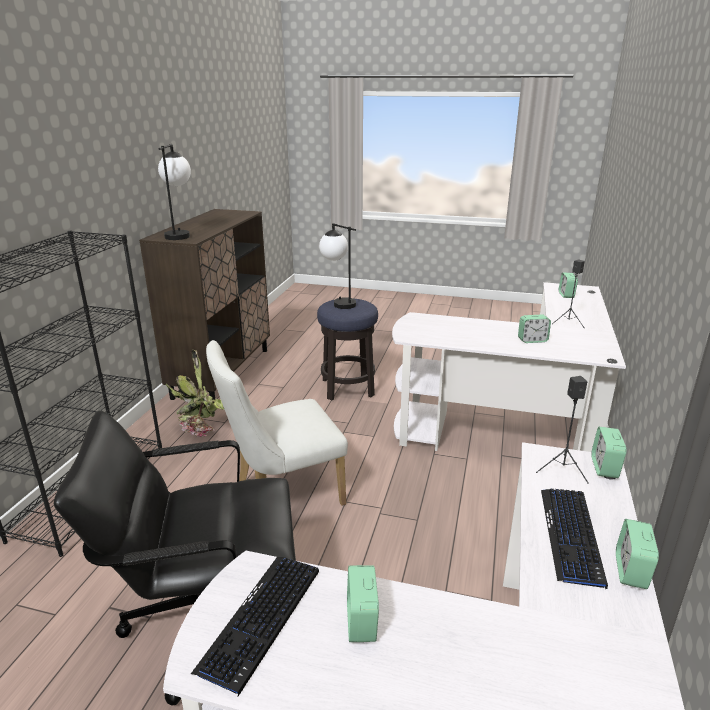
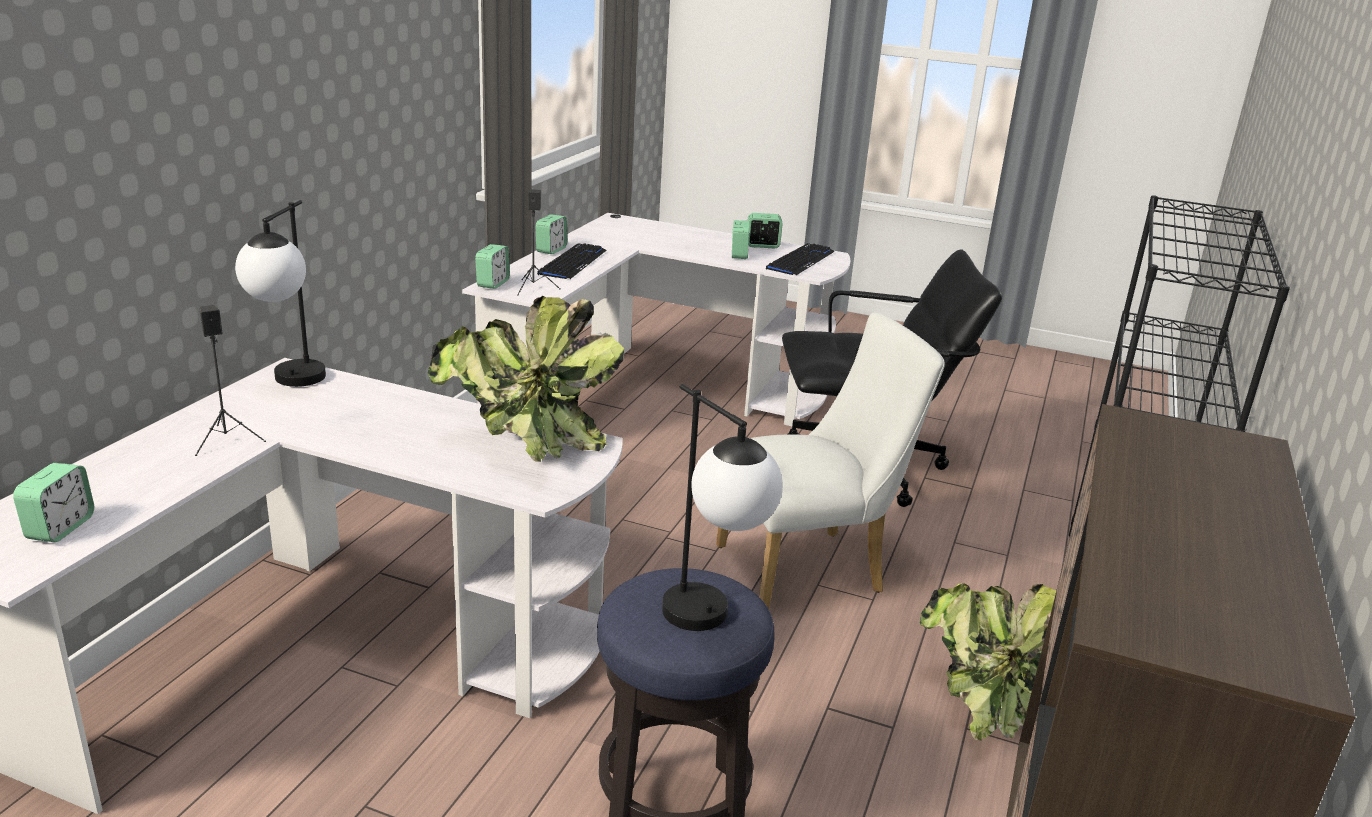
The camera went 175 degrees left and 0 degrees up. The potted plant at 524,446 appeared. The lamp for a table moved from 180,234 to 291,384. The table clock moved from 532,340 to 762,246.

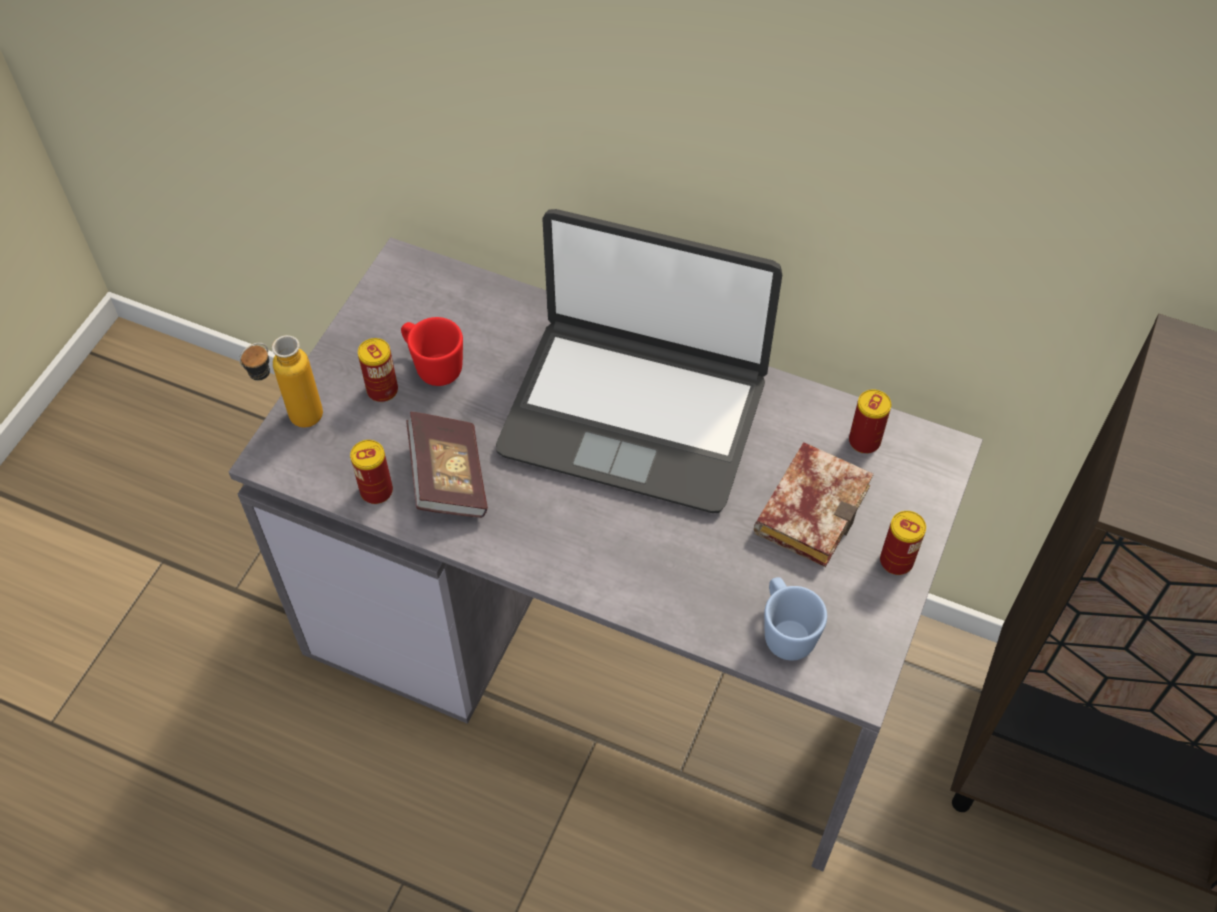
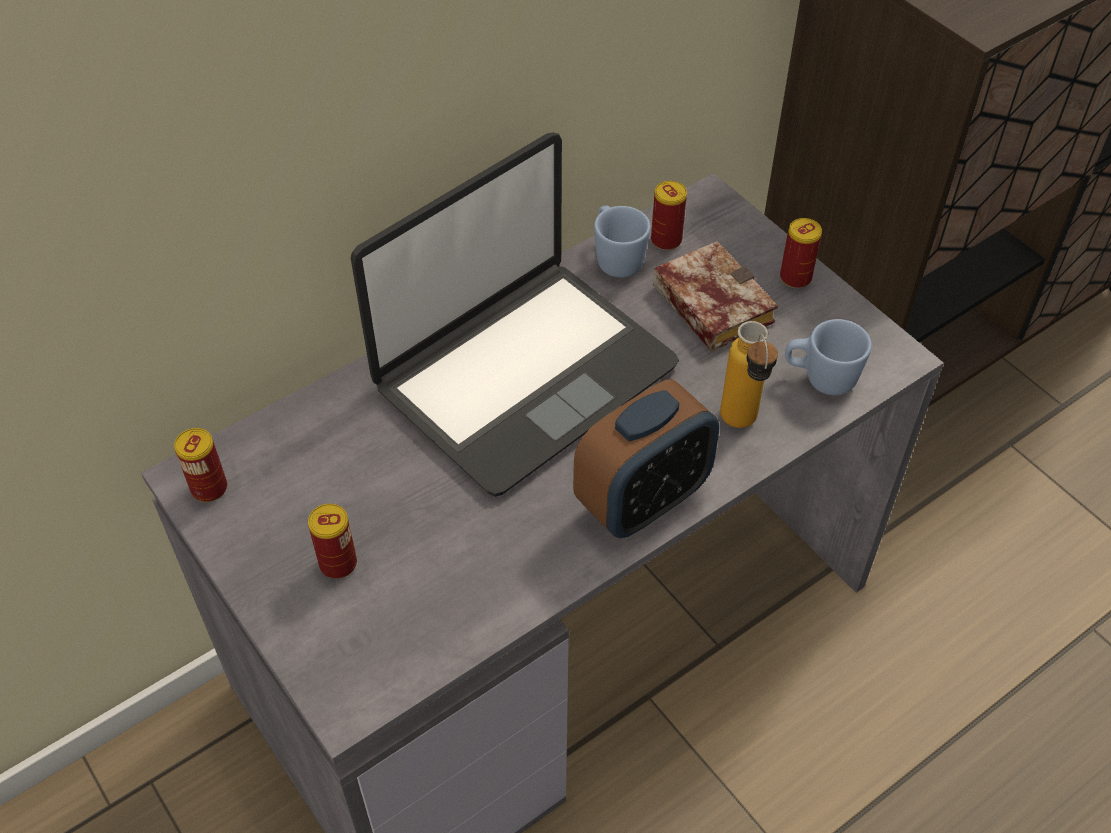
The camera went 60 degrees left and 5 degrees down. The mug in red at 433,366 disappeared. The volume at 448,478 disappeared. The table clock at 643,500 appeared. The mug in bluish at 616,258 appeared. The bottle moved from 293,422 to 741,427. The metal can moved from 376,491 to 209,488.

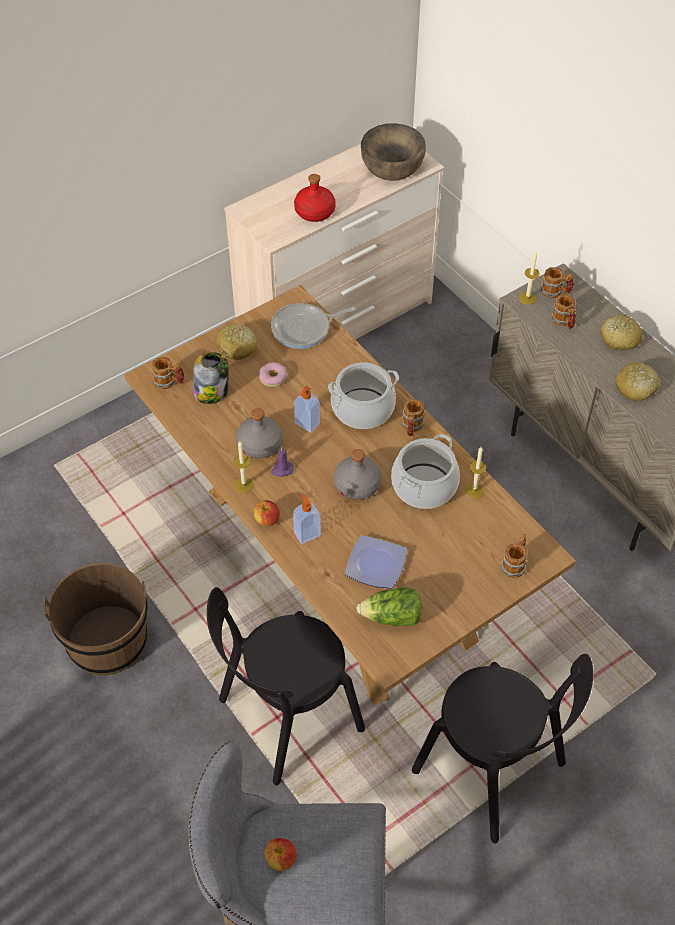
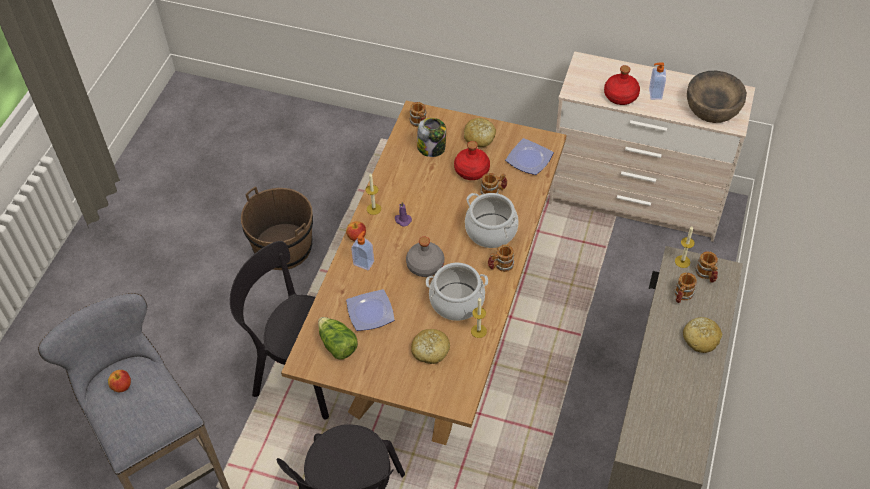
The camera went 55 degrees right and 0 degrees up. The bottle in greyish at 259,445 disappeared. The soap dispenser moved from 306,424 to 654,94. The mug moved from 515,563 to 493,191. The baked bread moved from 635,388 to 430,350. The ring doughnut at 272,378 was replaced by the bottle in red at 472,170. The frying pan at 304,329 was replaced by the dinner plate at 529,160.

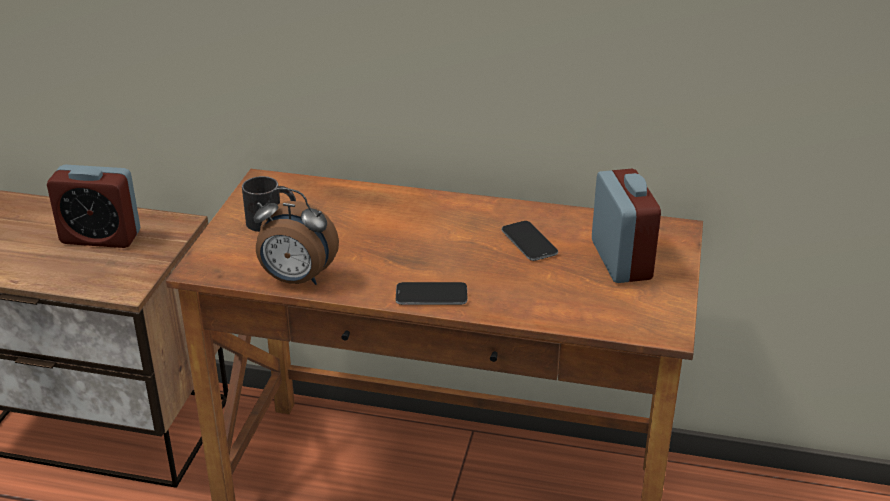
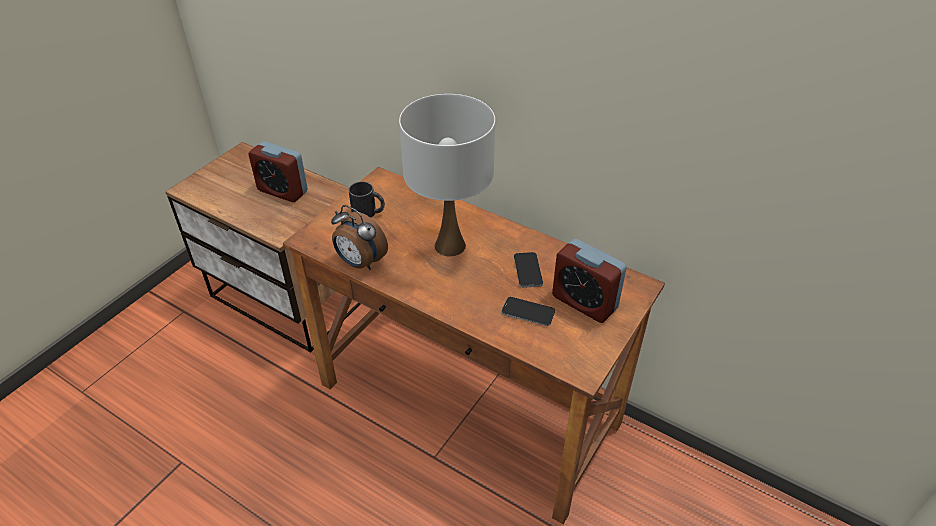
The camera went 20 degrees right and 10 degrees up. The lamp for a table in white-coloured at 449,246 appeared. The phone moved from 431,295 to 528,312. The table clock at 621,260 turned 120 degrees clockwise.

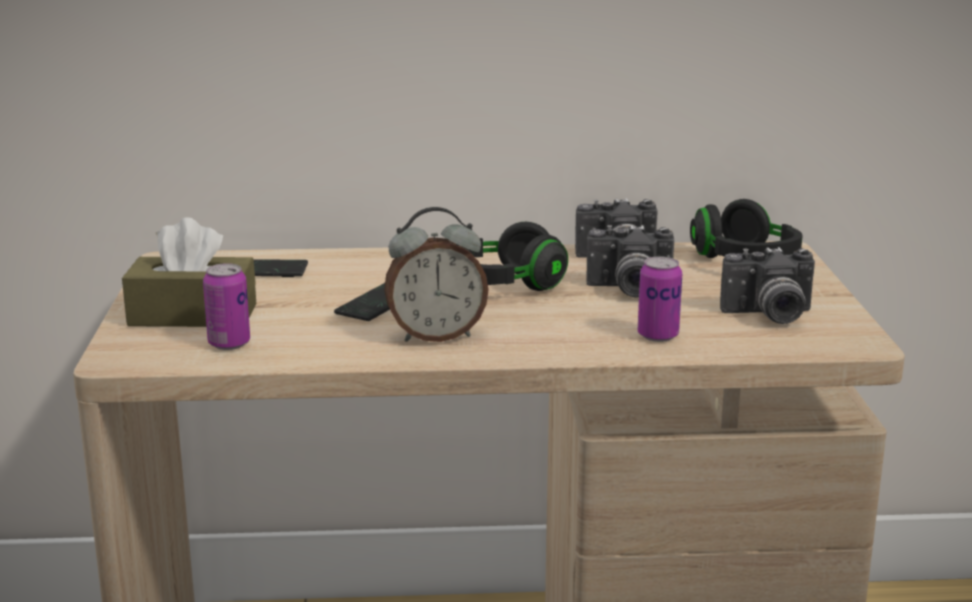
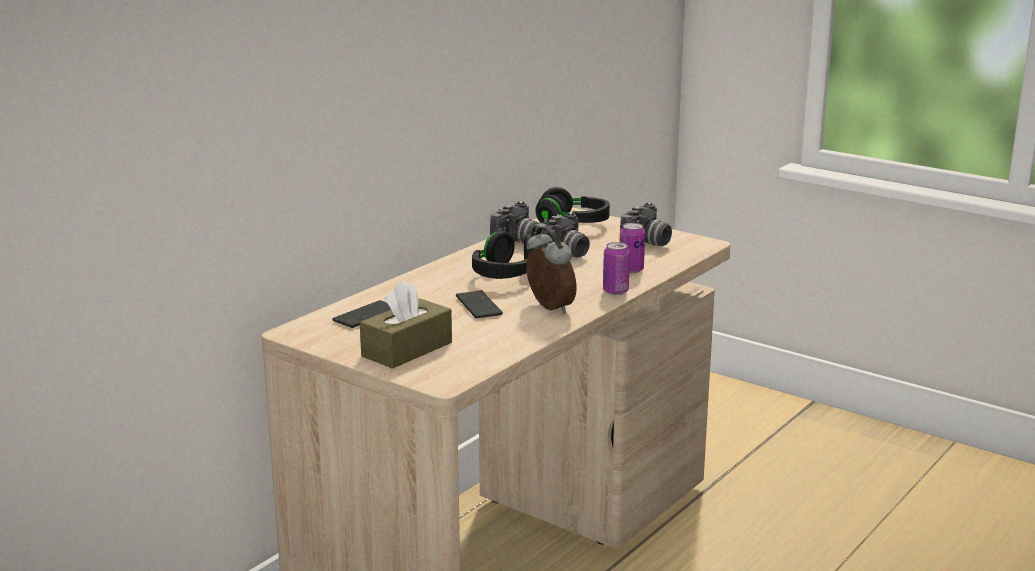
The camera went 50 degrees left and 0 degrees up. The metal can moved from 229,343 to 615,291. The table clock at 436,336 turned 60 degrees counterclockwise.

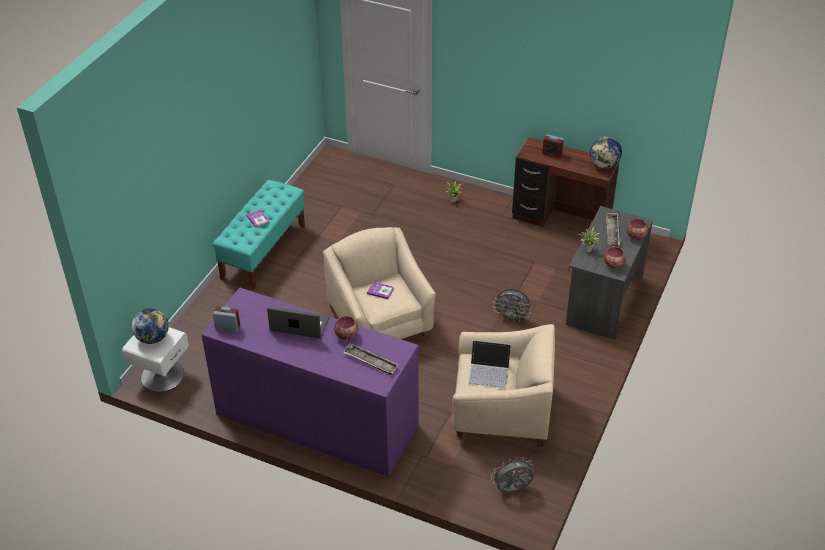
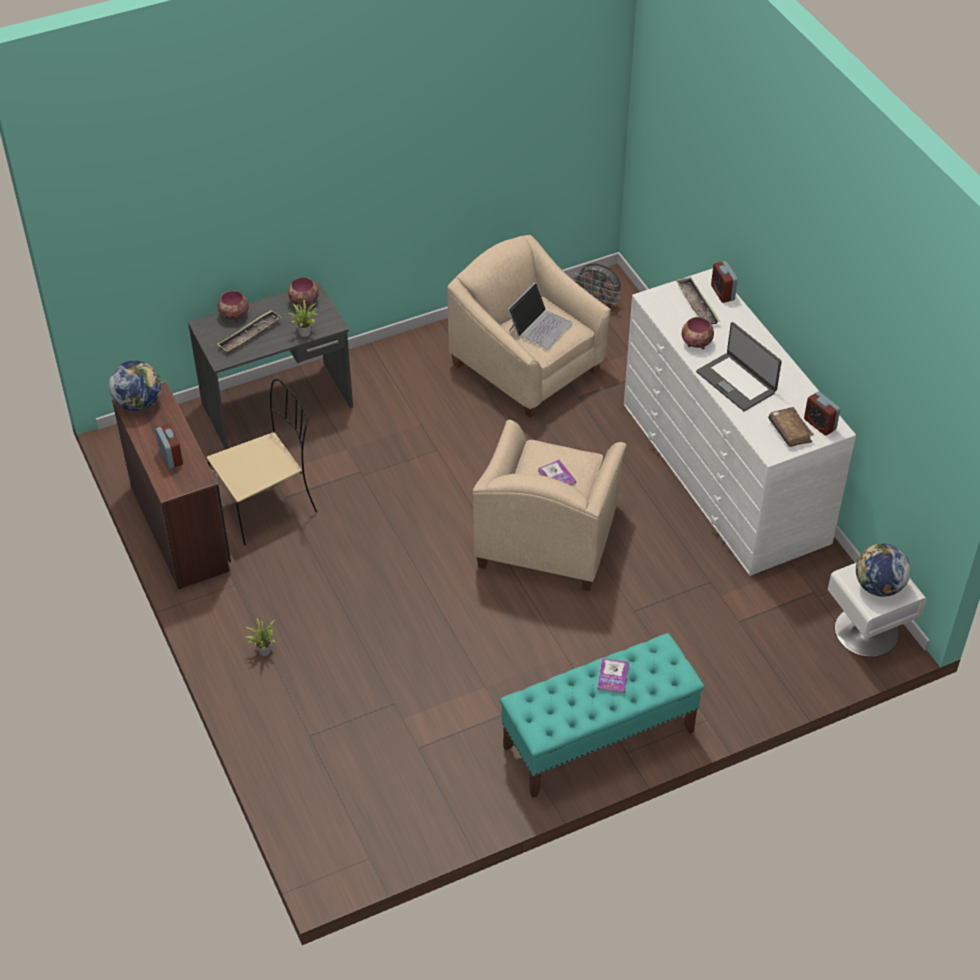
The camera went 140 degrees left and 5 degrees up. The cooling fan in greyish at 512,317 disappeared. The plain chair in beige-coloured at 267,504 appeared. The table clock at 722,293 appeared. The volume in brown at 789,431 appeared. The dresser in purplish at 316,419 became the dresser in white-coloured at 724,472. The notebook computer at 489,371 turned 75 degrees clockwise.

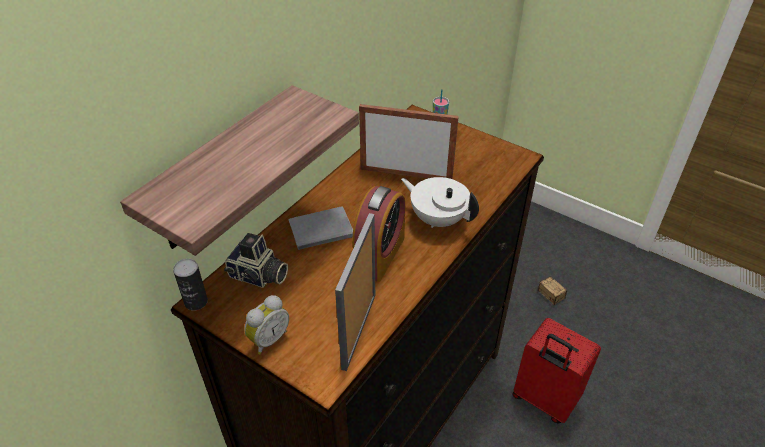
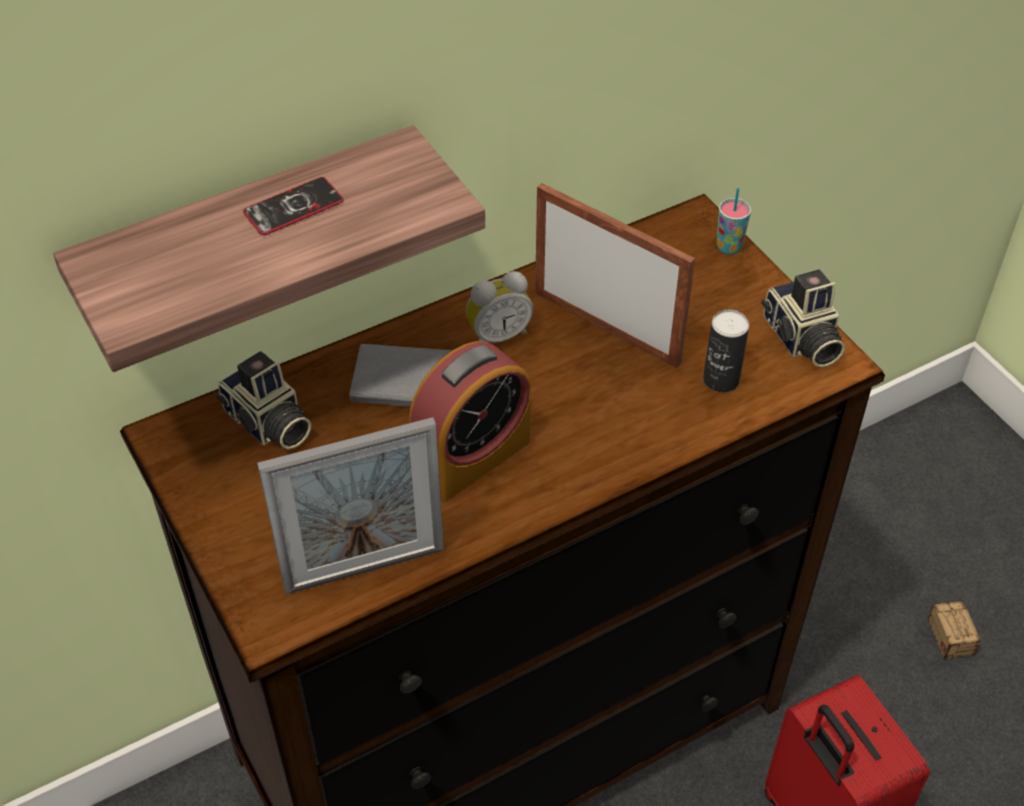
The camera went 25 degrees right and 5 degrees up. The teapot in white-coloured at 438,218 disappeared. The phone at 293,207 appeared. The still camera at 800,340 appeared. The metal can moved from 196,302 to 721,379. The table clock moved from 268,339 to 498,335. The picture frame at 359,330 turned 150 degrees counterclockwise.

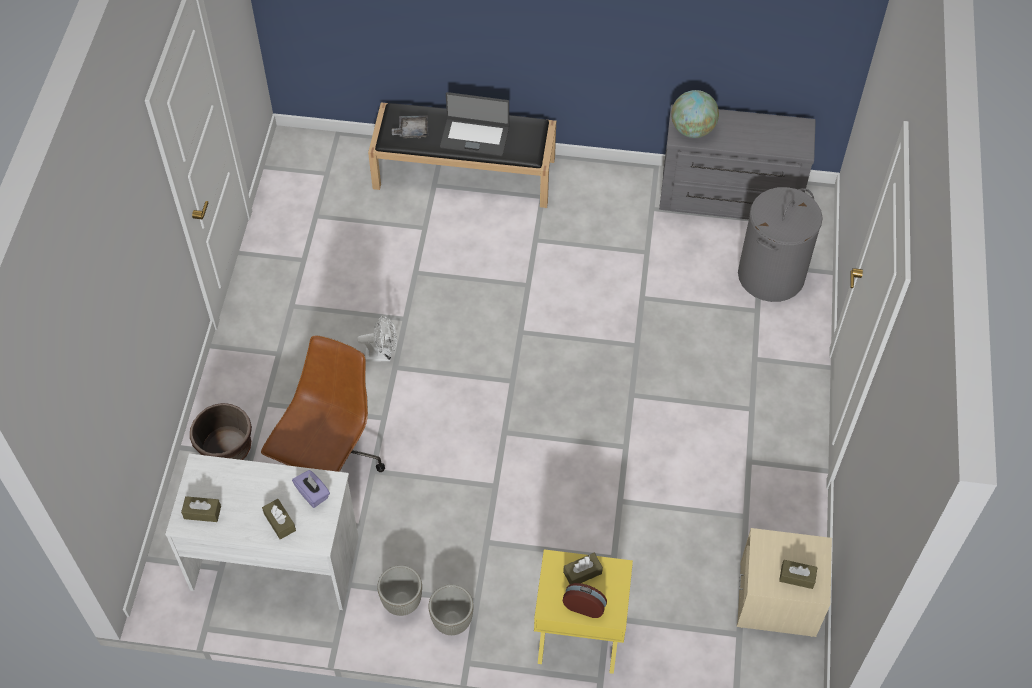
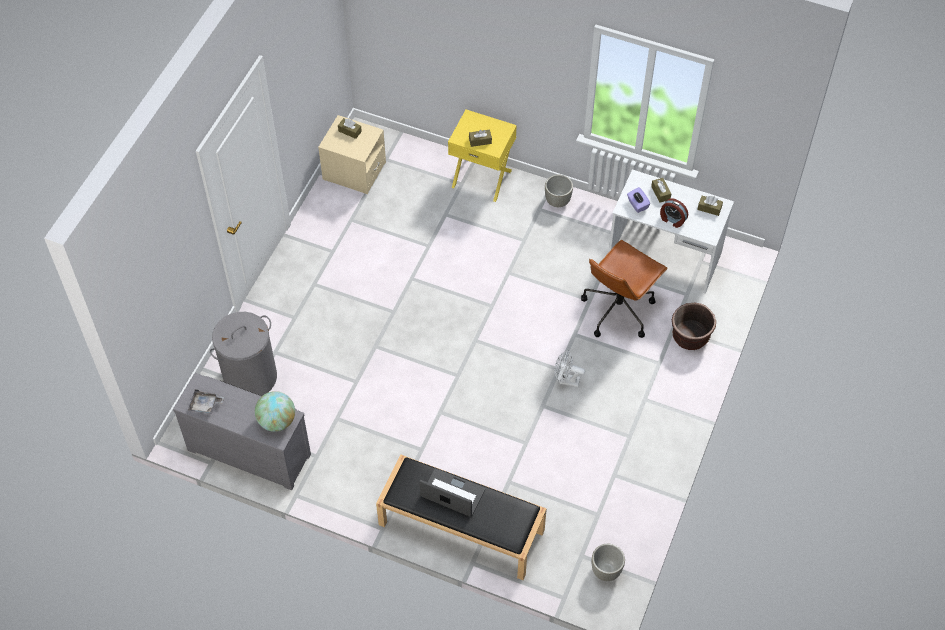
The camera went 165 degrees left and 0 degrees up. The plant pot in greyish moved from 402,601 to 606,571. The carrying tray in greyish moved from 412,131 to 205,405. The table clock moved from 584,605 to 672,220.

